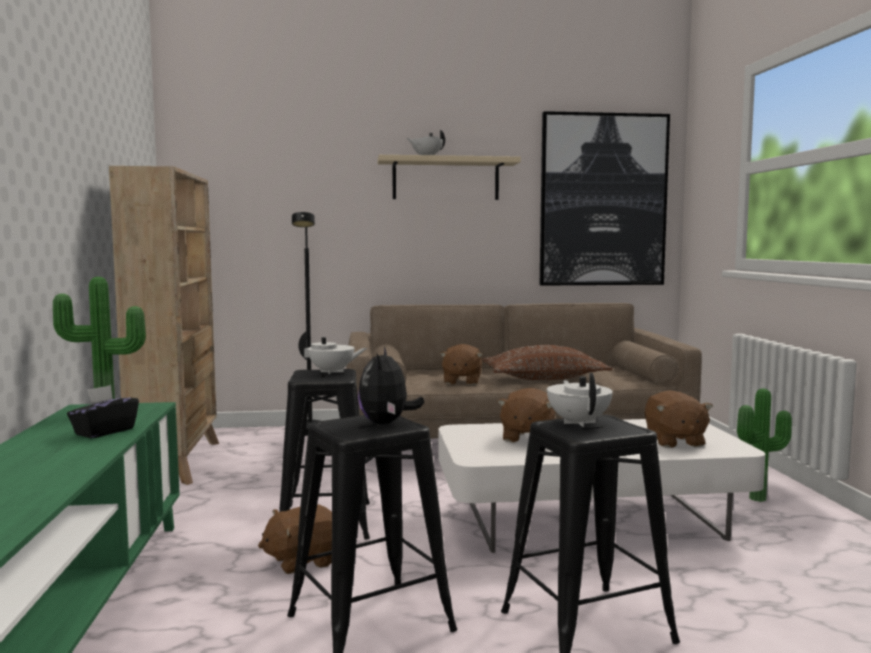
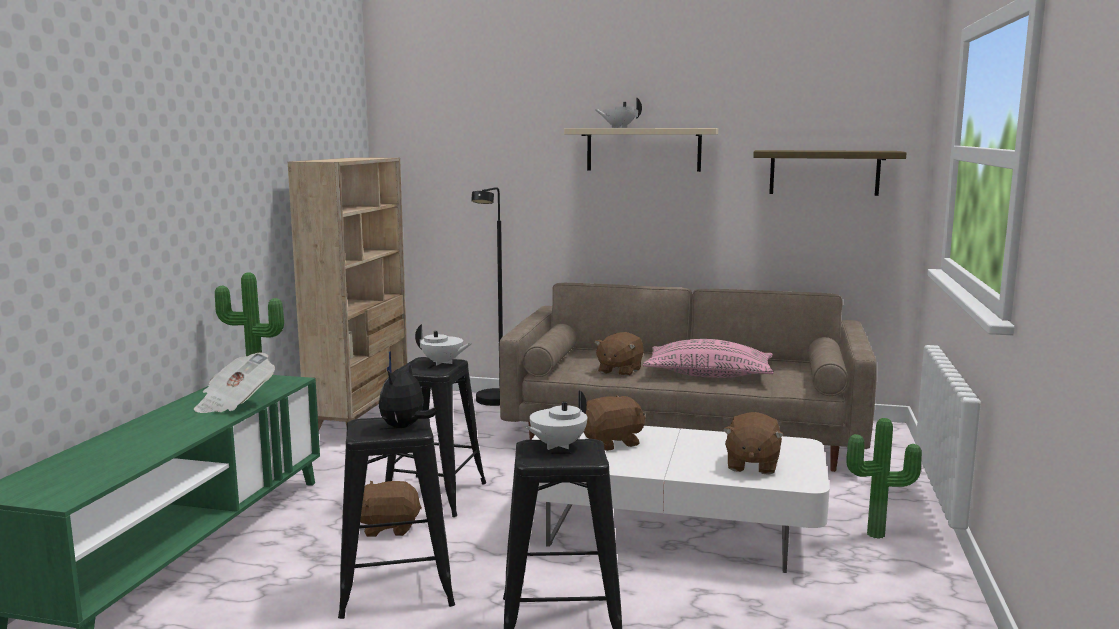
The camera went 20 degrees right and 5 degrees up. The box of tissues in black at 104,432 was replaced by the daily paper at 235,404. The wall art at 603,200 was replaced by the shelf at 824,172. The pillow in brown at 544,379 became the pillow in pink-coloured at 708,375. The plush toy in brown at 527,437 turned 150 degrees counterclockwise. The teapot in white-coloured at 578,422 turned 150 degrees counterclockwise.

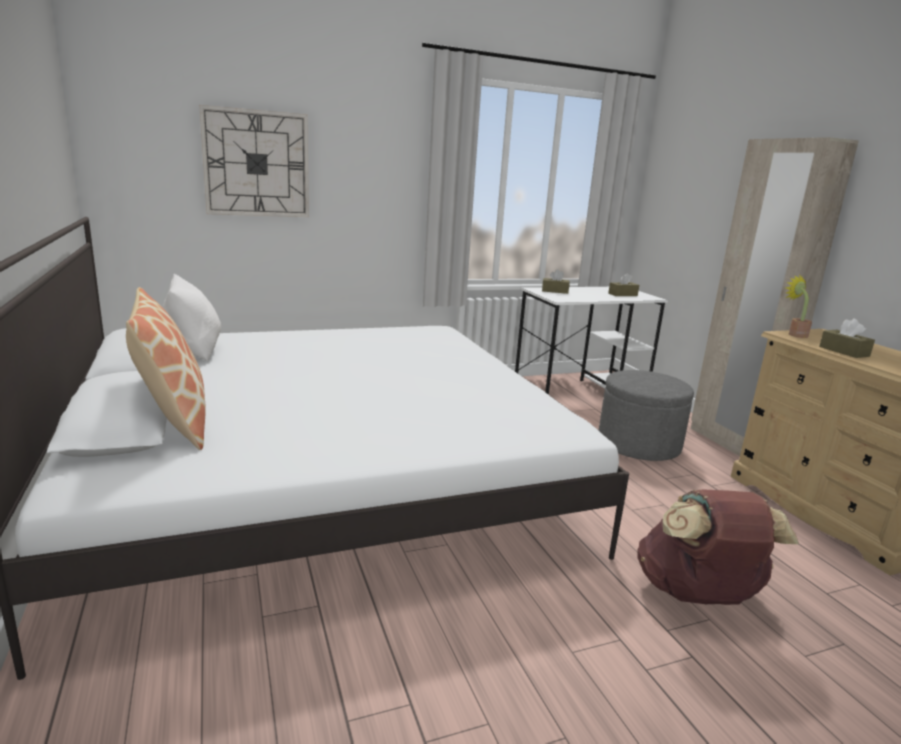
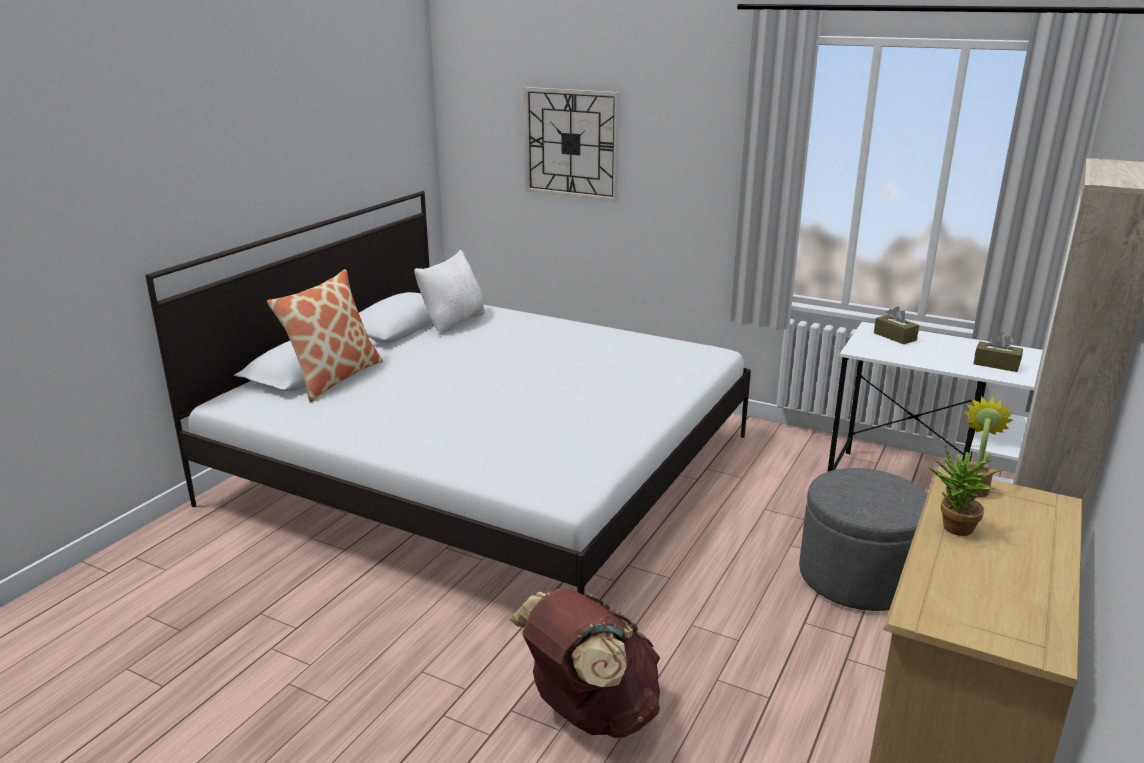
The camera went 50 degrees right and 5 degrees up. The box of tissues in brown at 844,351 was replaced by the potted plant at 952,529.

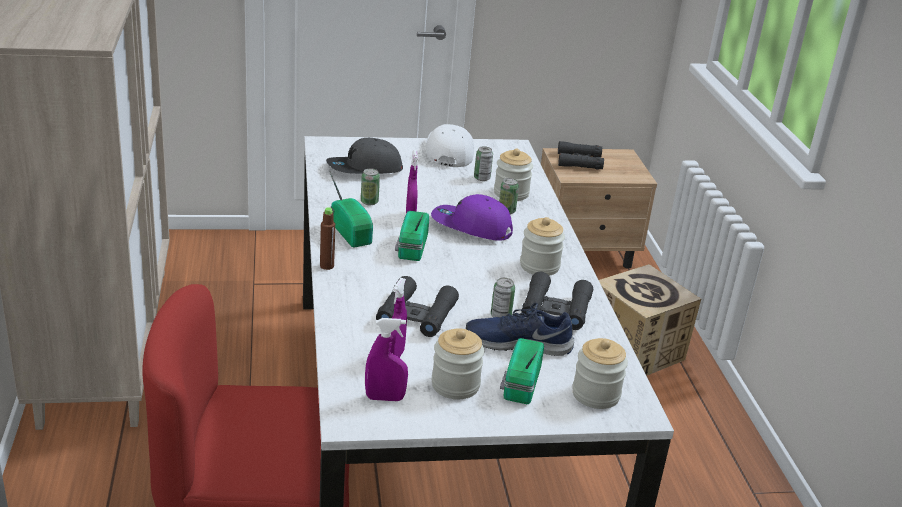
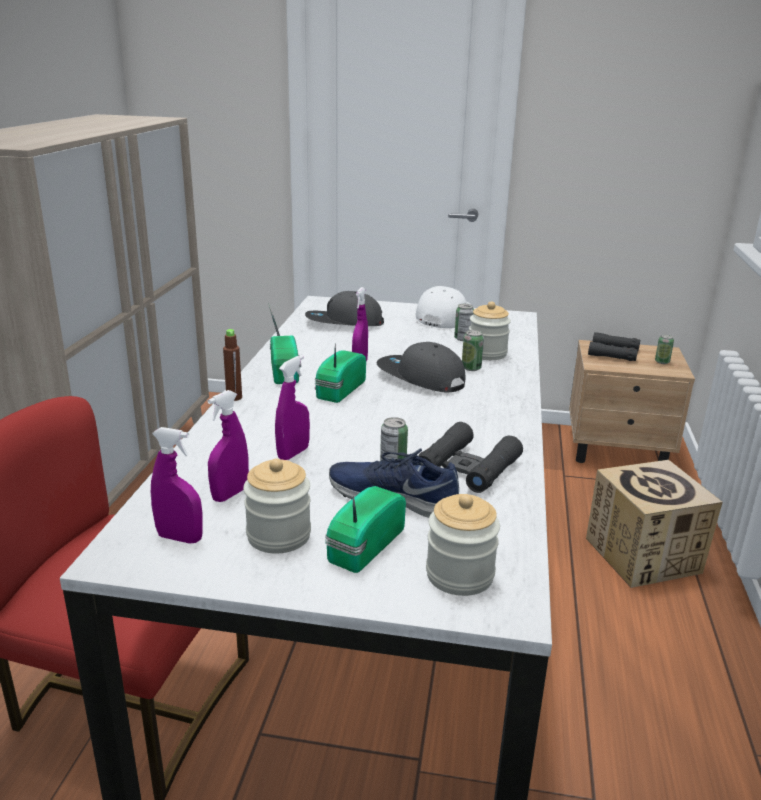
The camera went 20 degrees right and 5 degrees down. The preserve jar at 539,266 disappeared. The metal can moved from 369,202 to 662,362. The pair of binoculars in black at 416,314 was replaced by the hand sprayer in purplish at 293,453. The cap in purplish at 471,227 became the cap in greyish at 420,378.

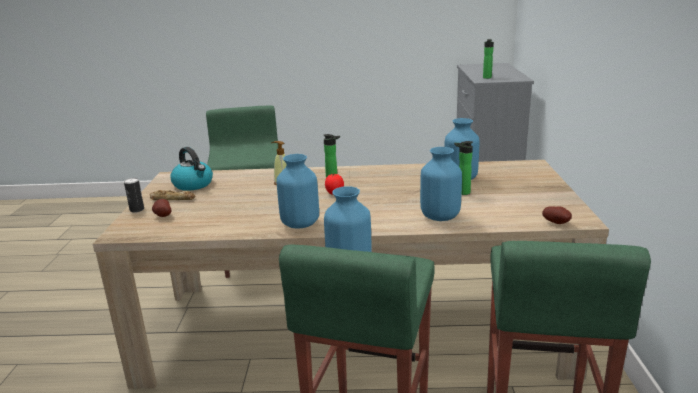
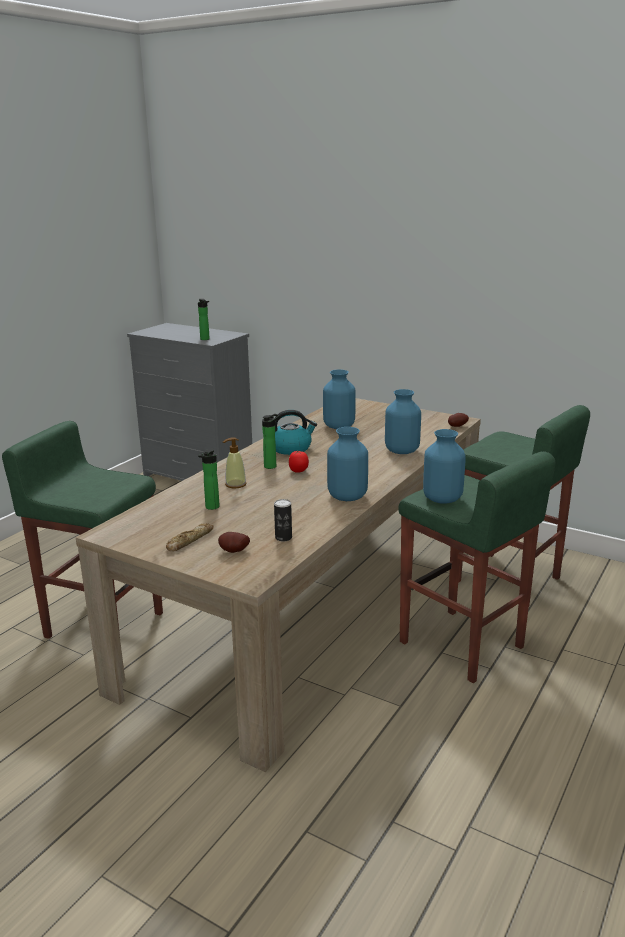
The camera went 60 degrees left and 0 degrees up. The metal can moved from 137,210 to 283,537. The kettle moved from 193,185 to 291,448. The bottle moved from 462,193 to 211,507.

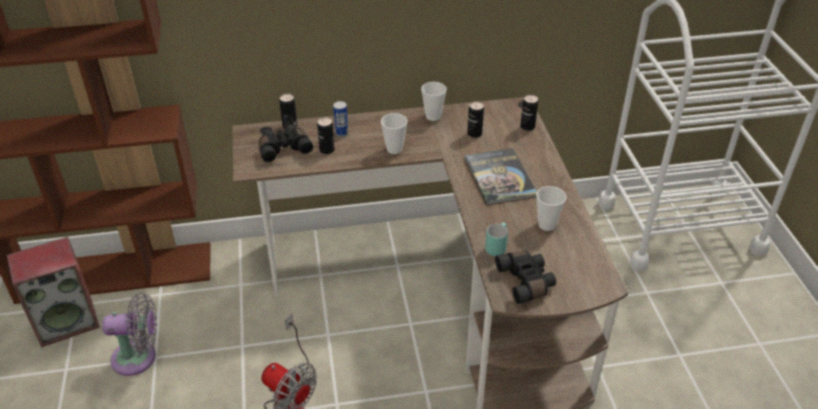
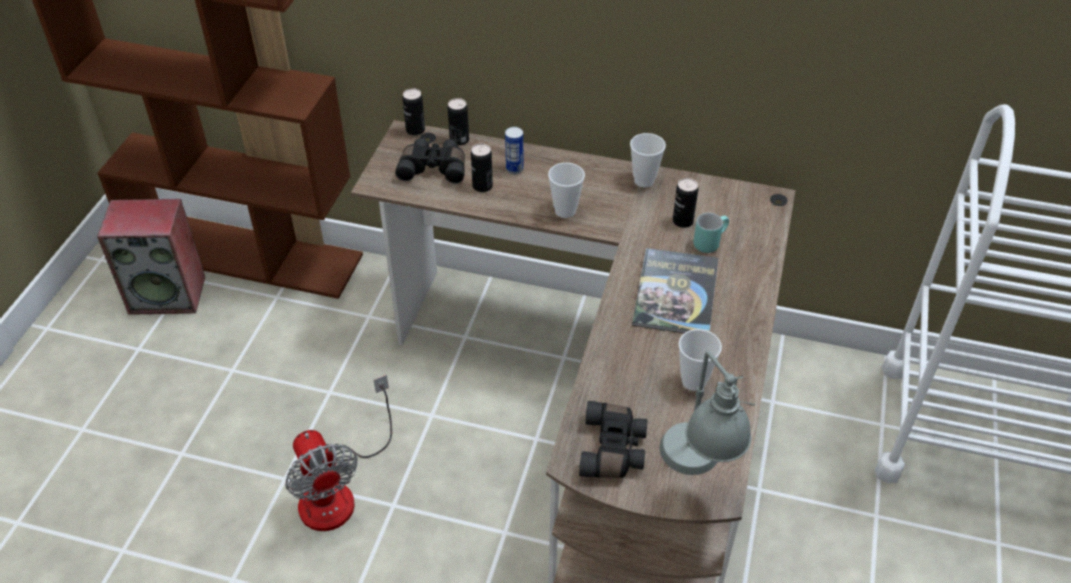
The camera went 25 degrees right and 5 degrees up. The cooling fan in greyish at 139,357 disappeared. The lamp for a table in greyish at 698,471 appeared. The mug in turquoise moved from 496,246 to 709,241. The metal can moved from 527,127 to 415,130.

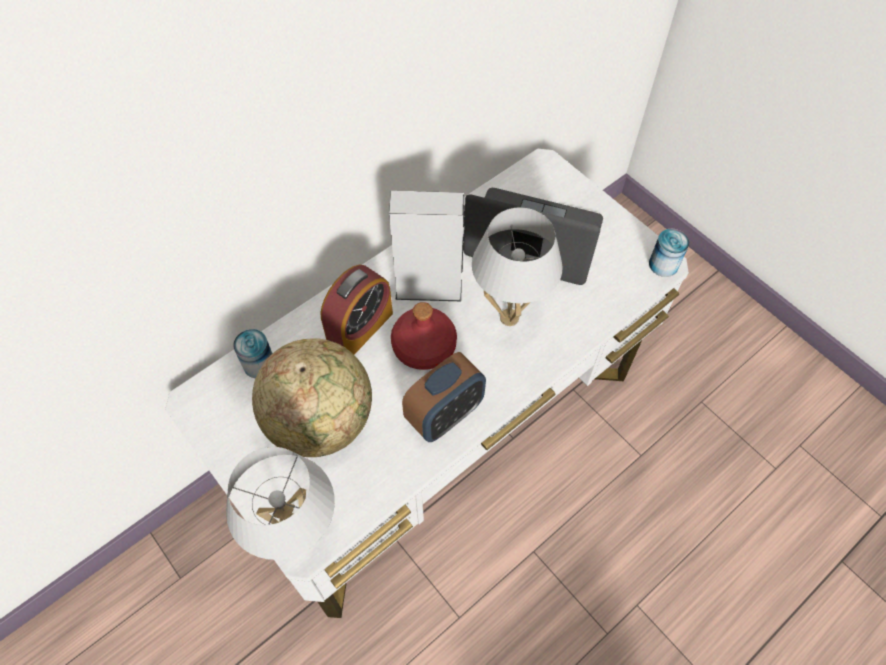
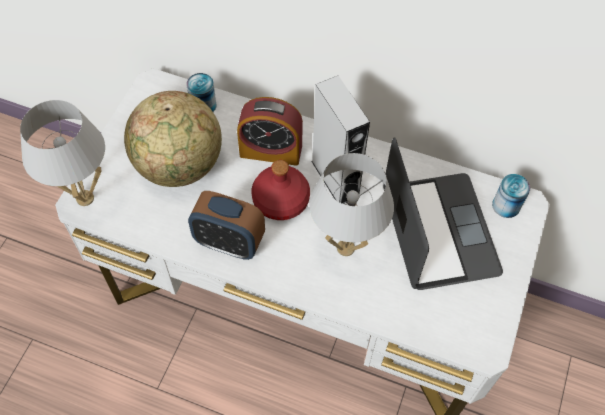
The camera went 60 degrees right and 0 degrees up. The metal can moved from 663,264 to 506,205.

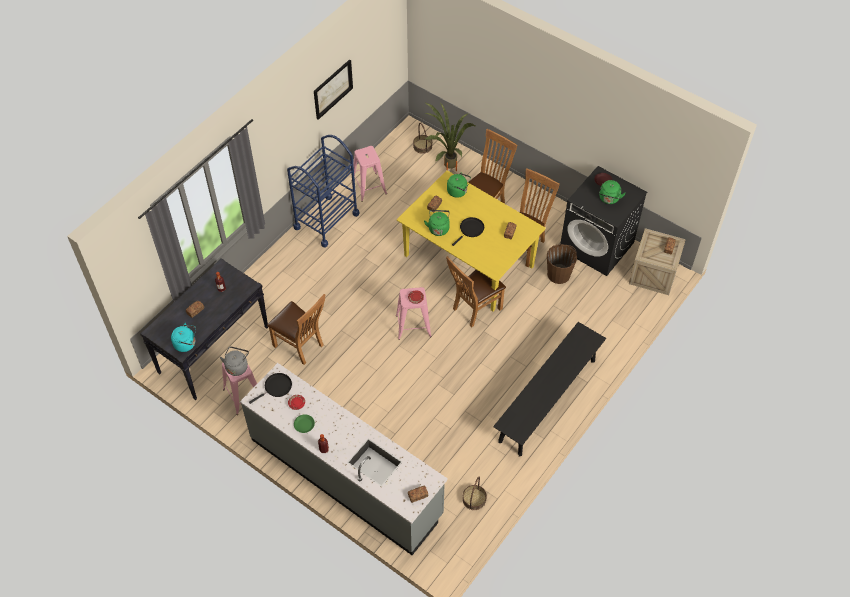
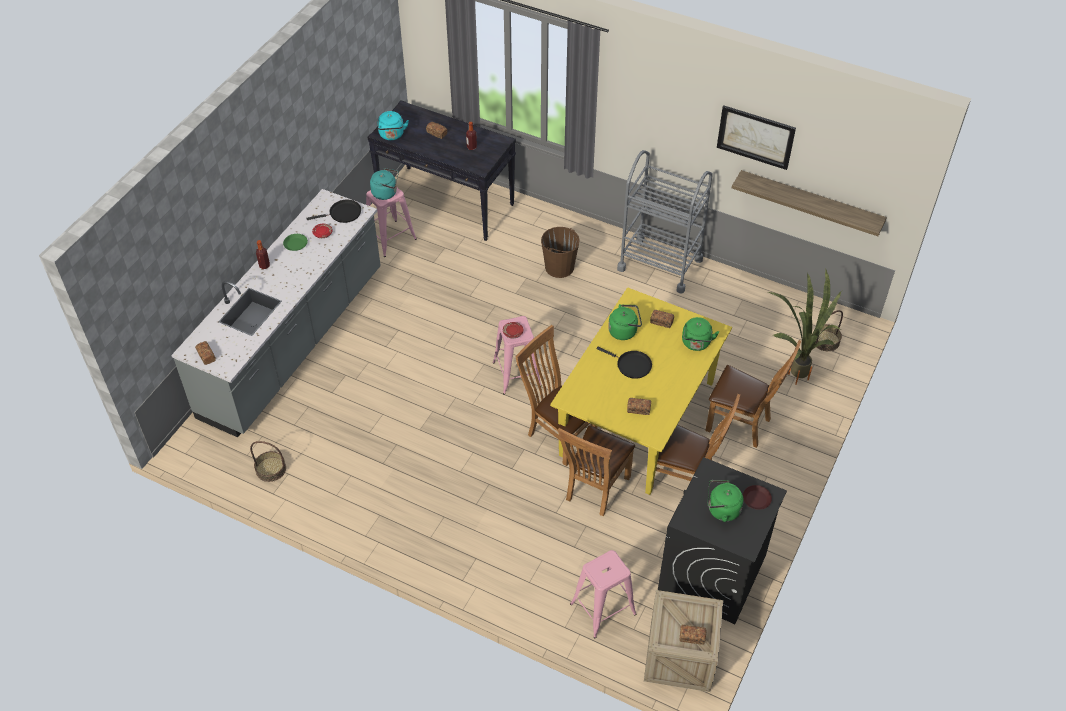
The camera went 80 degrees right and 5 degrees down. The long seat in black at 547,400 disappeared. The shelf at 810,203 appeared. The plain chair in brown moved from 301,346 to 594,490. The stool seat in pink-coloured moved from 369,187 to 603,609. The bucket in brown moved from 559,274 to 559,267. The kettle in greyish at 237,366 became the kettle in turquoise at 386,193. The wheeled cart in bluish at 326,221 became the wheeled cart in greyish at 660,264. The frying pan in black at 276,387 turned 60 degrees counterclockwise.

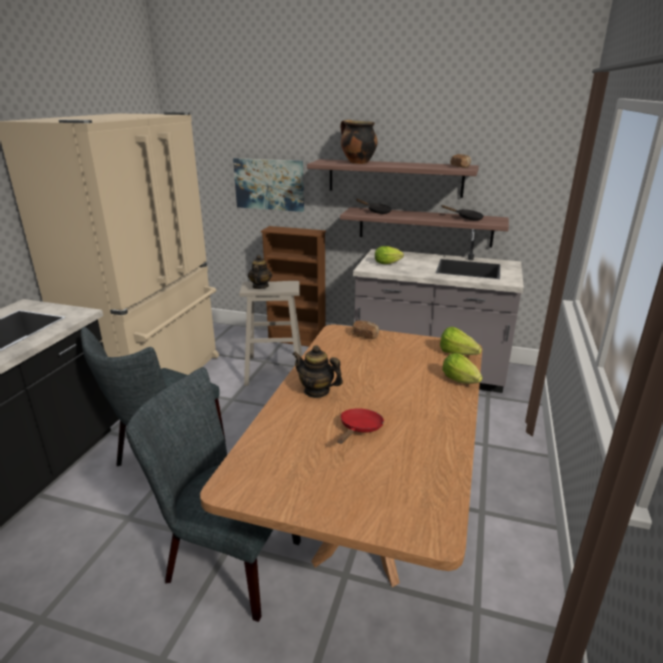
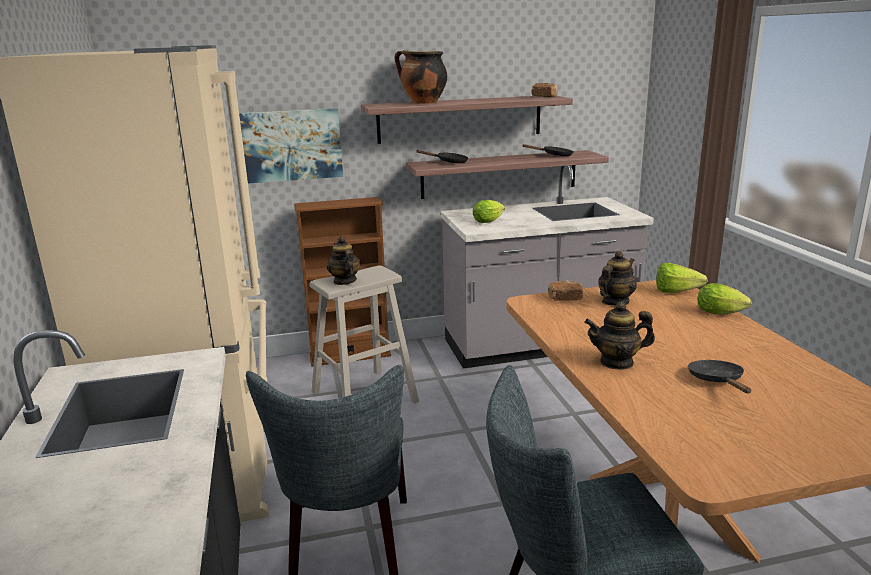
The camera went 30 degrees left and 5 degrees down. The teapot at 615,302 appeared. The frying pan in red at 359,429 became the frying pan in black at 717,380.

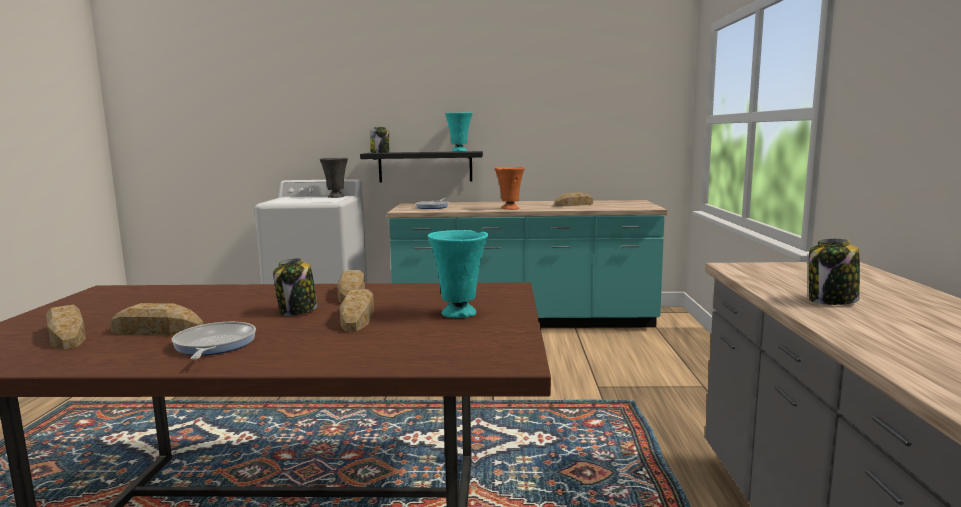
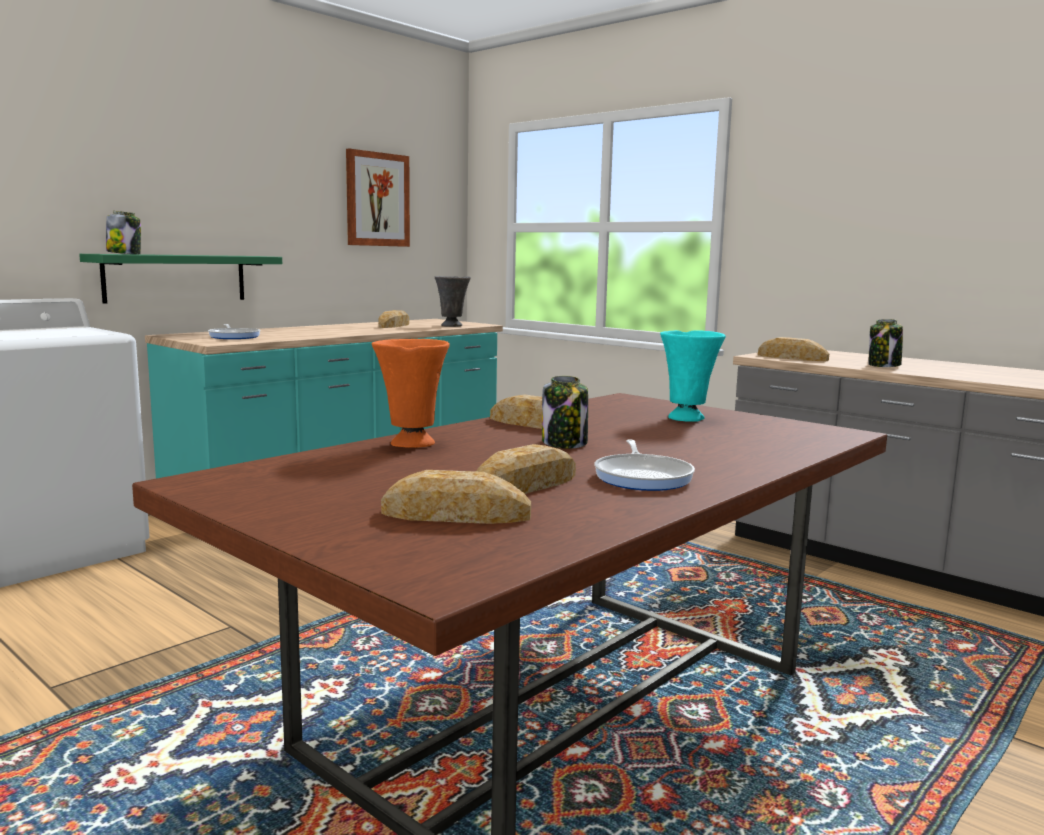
The camera went 50 degrees left and 0 degrees up. The decorative vase in turquoise at 459,151 disappeared. The wall art at 377,199 appeared. The decorative vase in greyish moved from 336,197 to 452,326. The baked bread moved from 357,317 to 792,358. The decorative vase in orangey moved from 509,209 to 410,444. The shelf in black at 425,167 became the shelf in greenish at 176,278. The frying pan at 213,345 turned 120 degrees counterclockwise.

